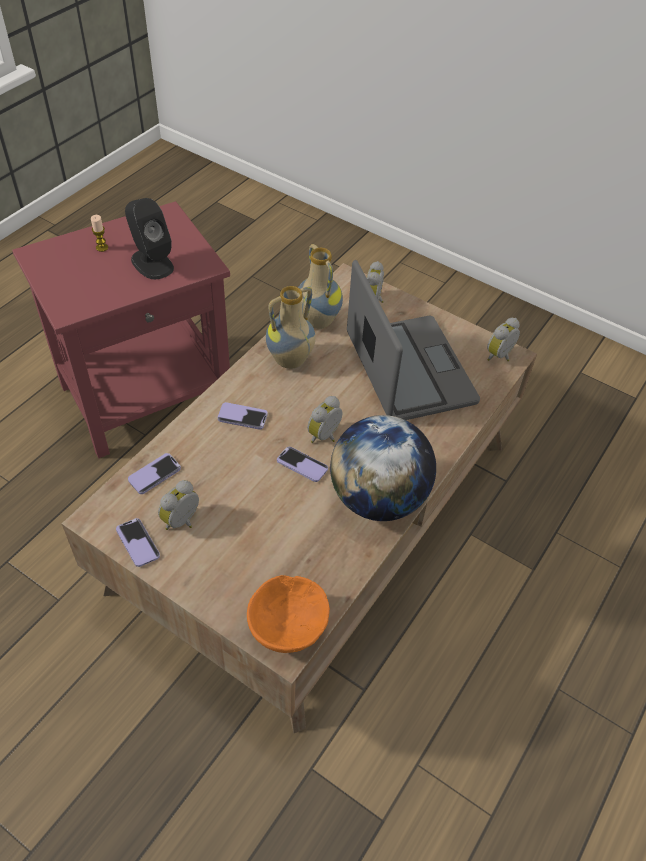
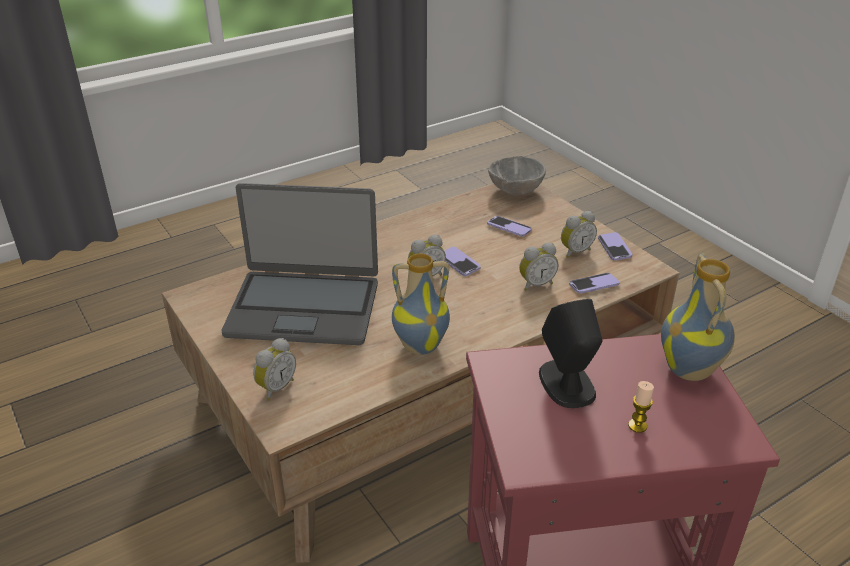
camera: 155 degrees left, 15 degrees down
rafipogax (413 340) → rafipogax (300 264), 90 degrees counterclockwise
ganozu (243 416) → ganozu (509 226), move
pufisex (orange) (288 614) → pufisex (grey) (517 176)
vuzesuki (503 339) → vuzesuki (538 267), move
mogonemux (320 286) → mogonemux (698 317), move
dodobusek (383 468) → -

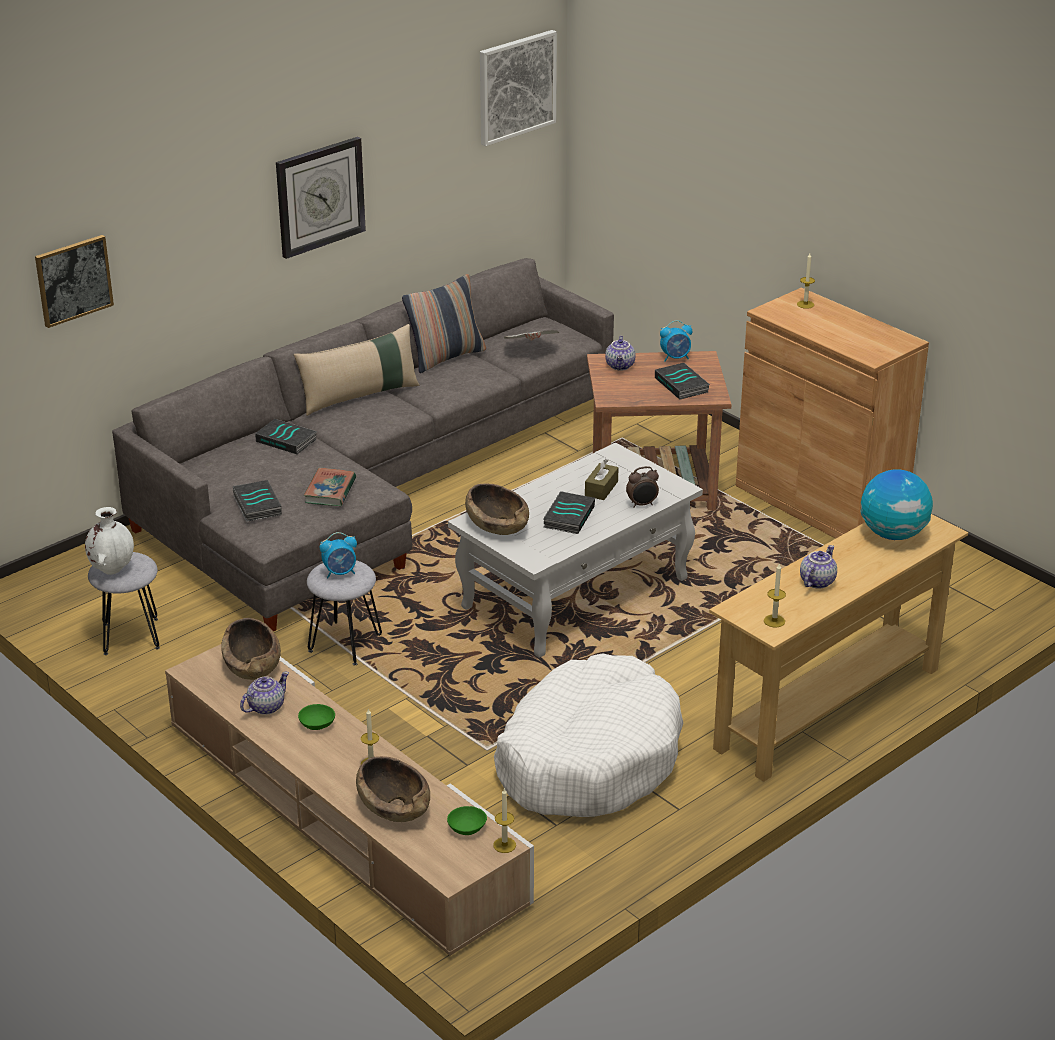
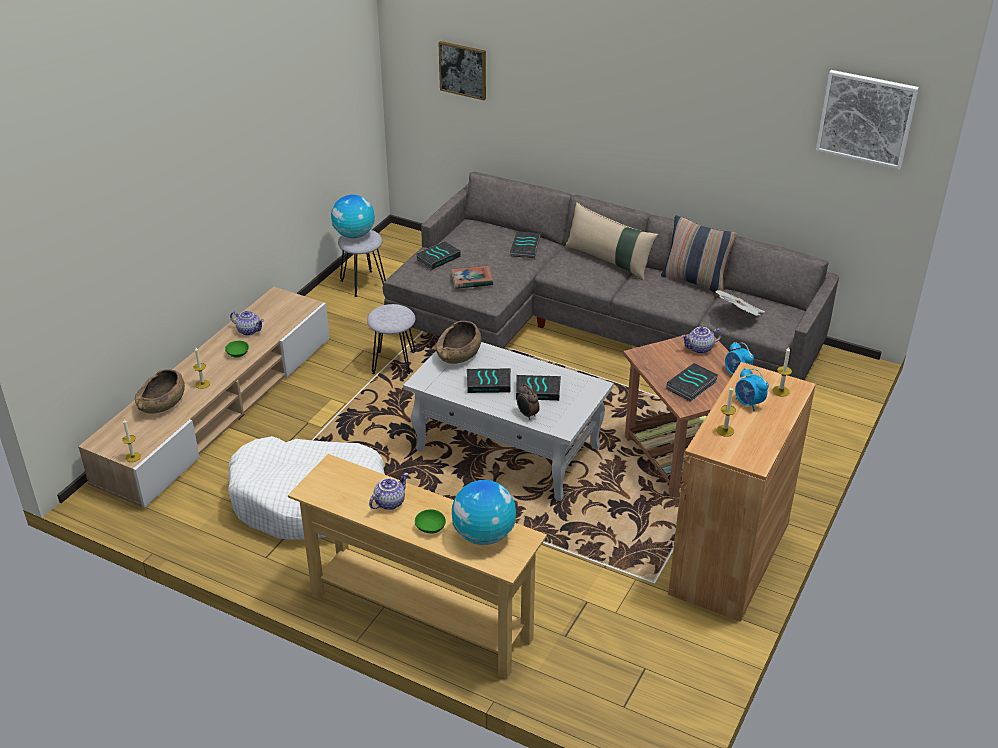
camera: 70 degrees right, 5 degrees up
mogonemux (white) (109 541) → dodobusek (353 216)
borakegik (818 567) → borakegik (388 491), 60 degrees counterclockwise
pufisex (green) (467 820) → pufisex (green) (430 521), move
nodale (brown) (602 479) → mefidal (538 388)
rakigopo (775 596) → rakigopo (726 411), move
vuzesuki (338 555) → vuzesuki (752 389), move
pufisex (brown) (251 649) → -
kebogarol (321 198) → -

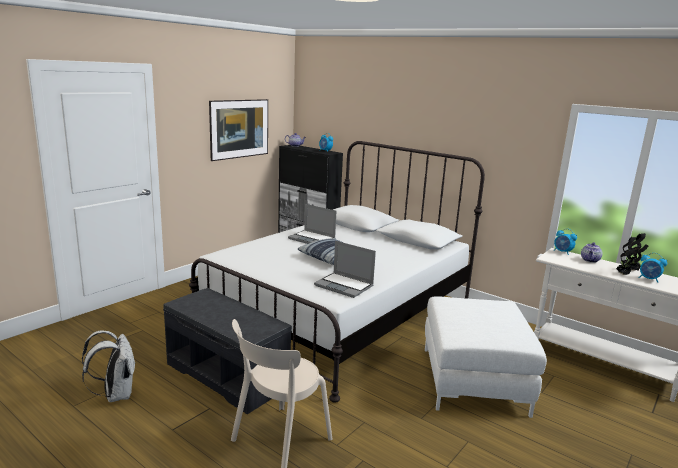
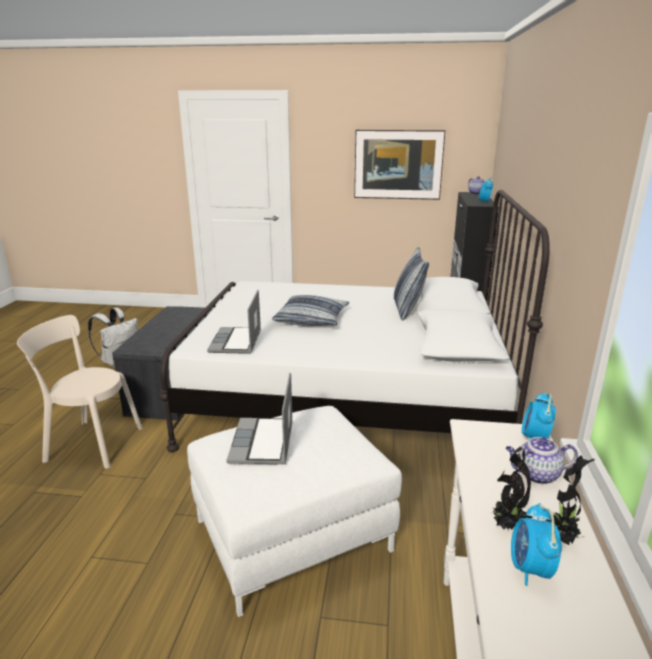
camera: 60 degrees right, 5 degrees up
rafipogax (312 224) → rafipogax (259 418), move
- → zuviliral (411 284)

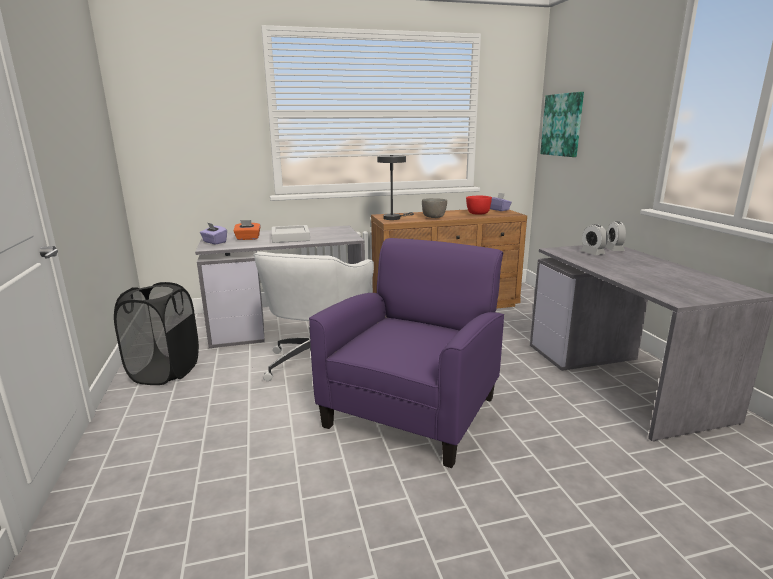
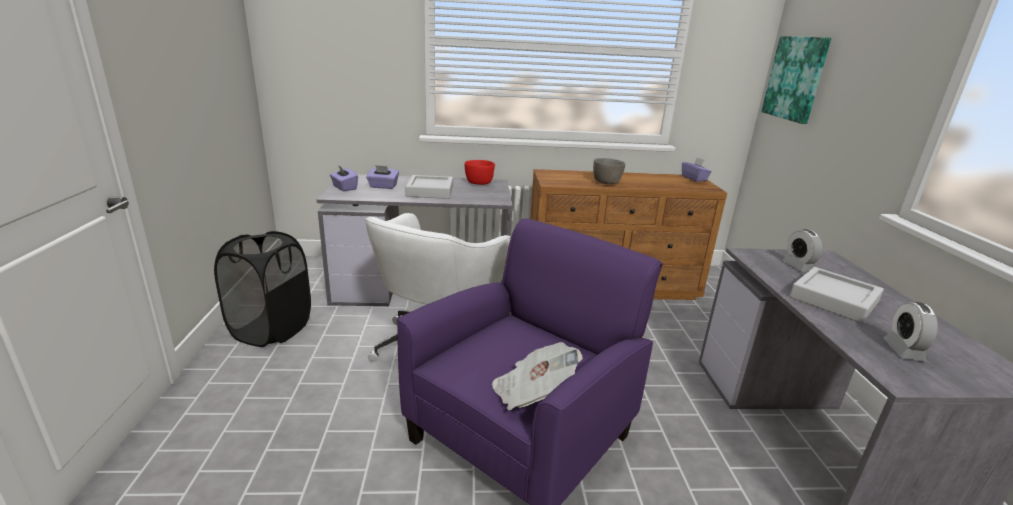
camera: 10 degrees right, 5 degrees up
nodale (orange) (247 230) → nodale (purple) (382 177)
pufisex (red) (479 205) → pufisex (red) (480 172), move
- → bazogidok (537 376)
- → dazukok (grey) (837 295)
vuzesuki (615 236) → vuzesuki (910 331), move
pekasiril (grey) (395 187) → -

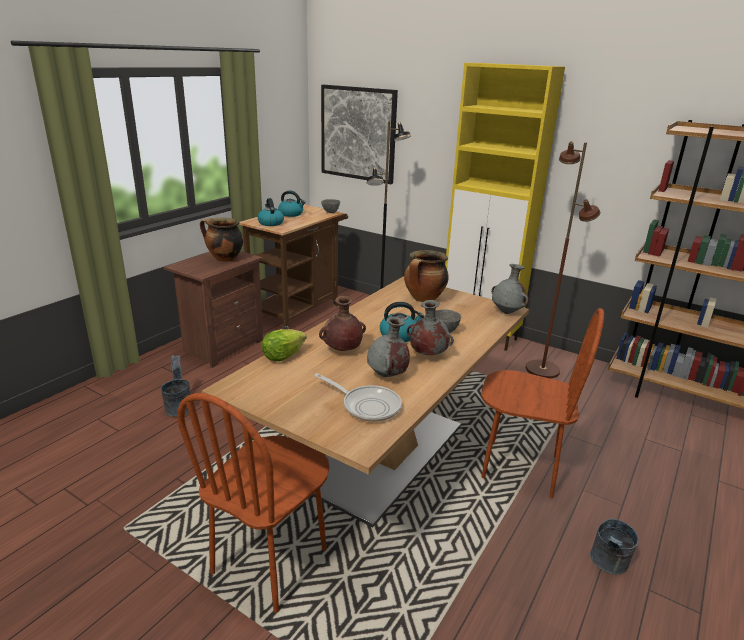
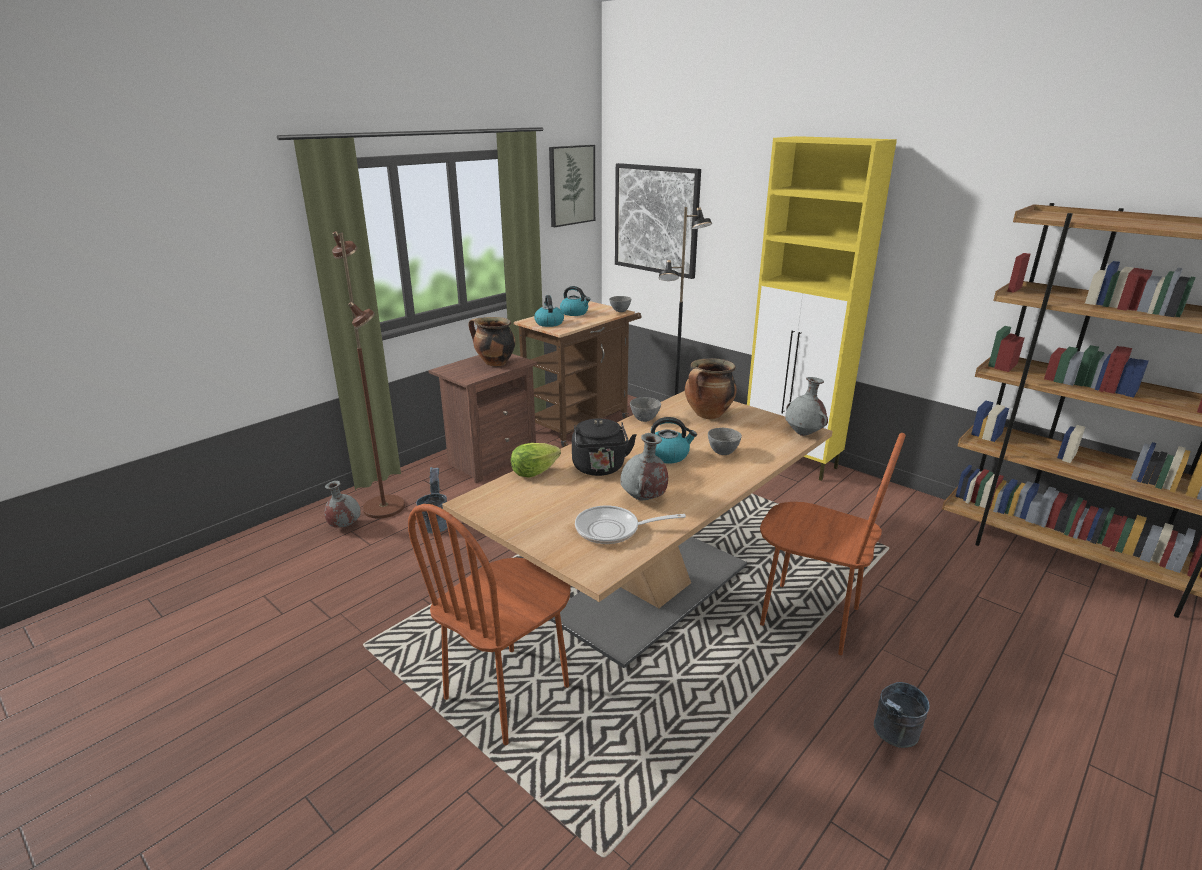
camera: 10 degrees right, 0 degrees up
mogonemux (grey) (430 327) → mogonemux (grey) (342 504), move
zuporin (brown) (563 260) → zuporin (brown) (368 375), move
- → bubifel (572 186)
mogonemux (brown) (342 323) → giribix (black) (604 447)
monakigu (358 397) → monakigu (630 524), 135 degrees clockwise
- → pufisex (grey) (645 409)

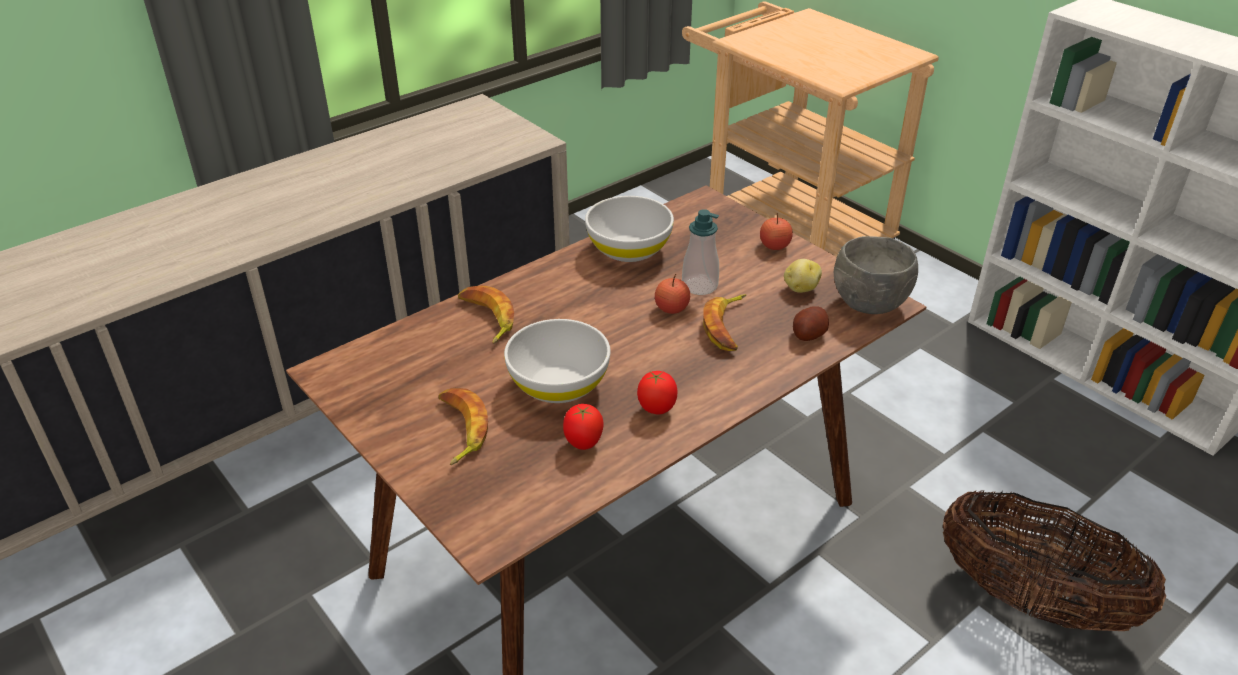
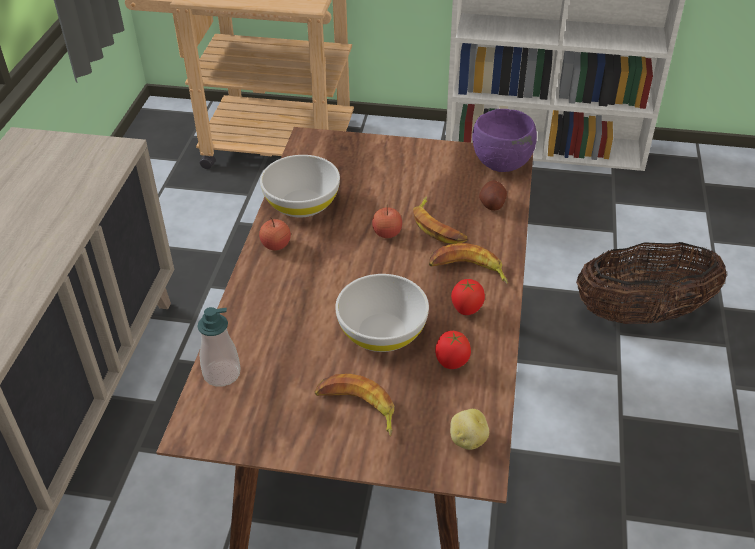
camera: 40 degrees left, 5 degrees up
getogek (700 252) → getogek (219 347), move
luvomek (776 231) → luvomek (275 233), move
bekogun (486 314) → bekogun (468 263), move
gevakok (803 276) → gevakok (469 429), move
pufisex (grey) (876 275) → pufisex (purple) (504 140)

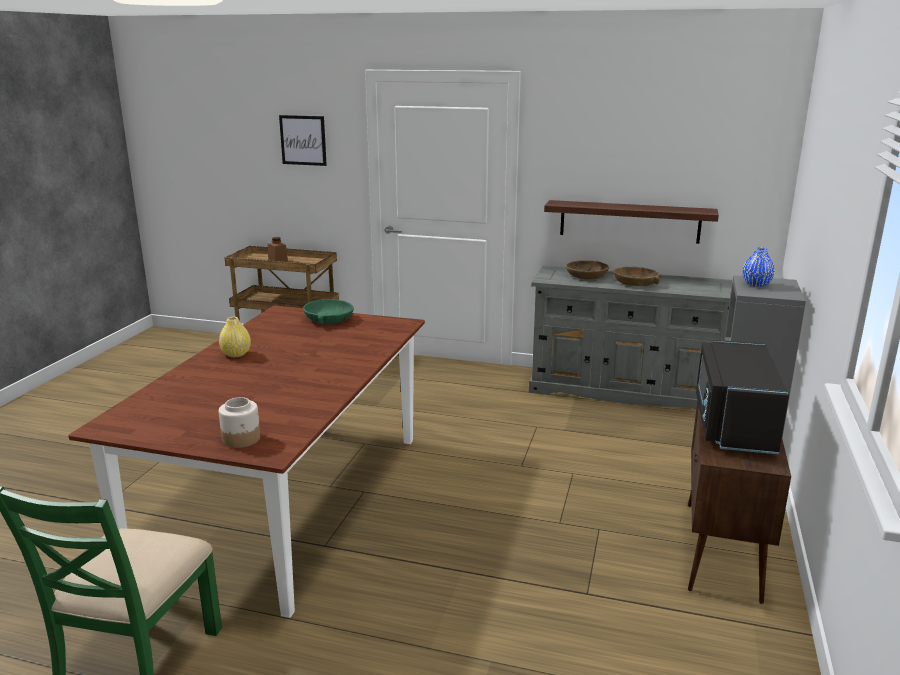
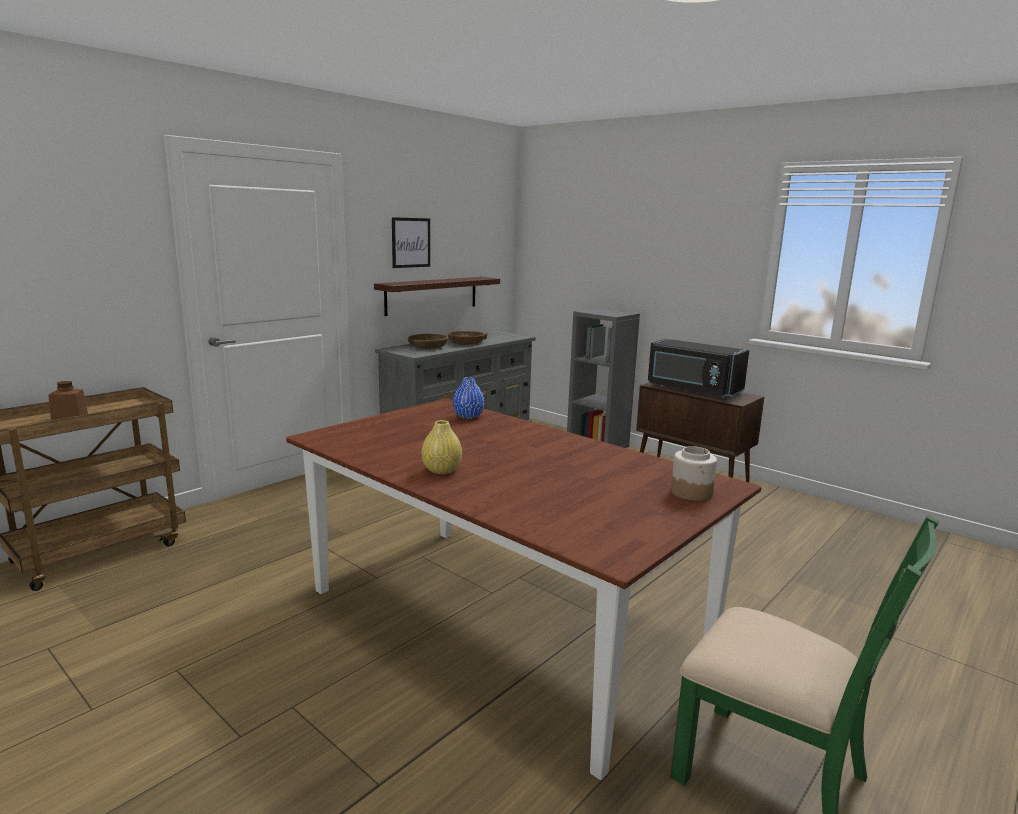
camera: 65 degrees left, 5 degrees down
bubifel (303 140) → bubifel (411 242), move
mogonemux (blue) (758 267) → mogonemux (blue) (469 398), move
pufisex (green) (328 311) → -

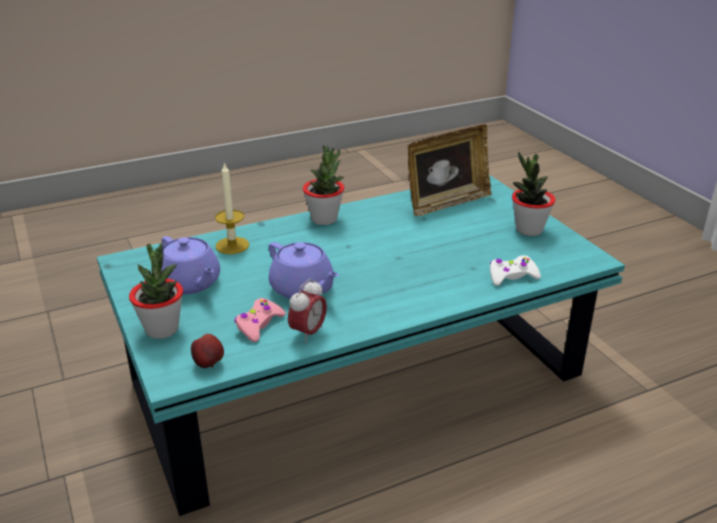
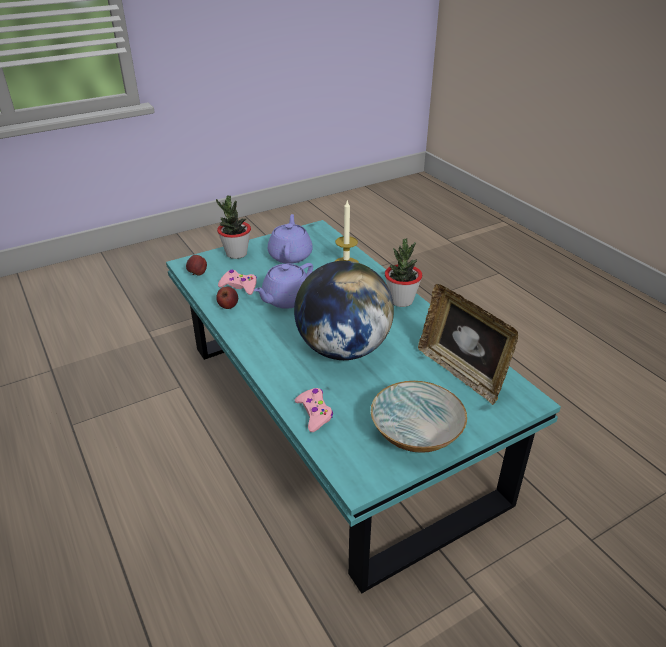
camera: 85 degrees right, 5 degrees up
vuzesuki (307 311) → luvomek (227 297)
borakegik (purple) (190 265) → borakegik (purple) (290 239), 135 degrees clockwise
- → dodobusek (344 310)
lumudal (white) (515 270) → lumudal (pink) (314 410)
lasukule (533 194) → pufisex (419 417)

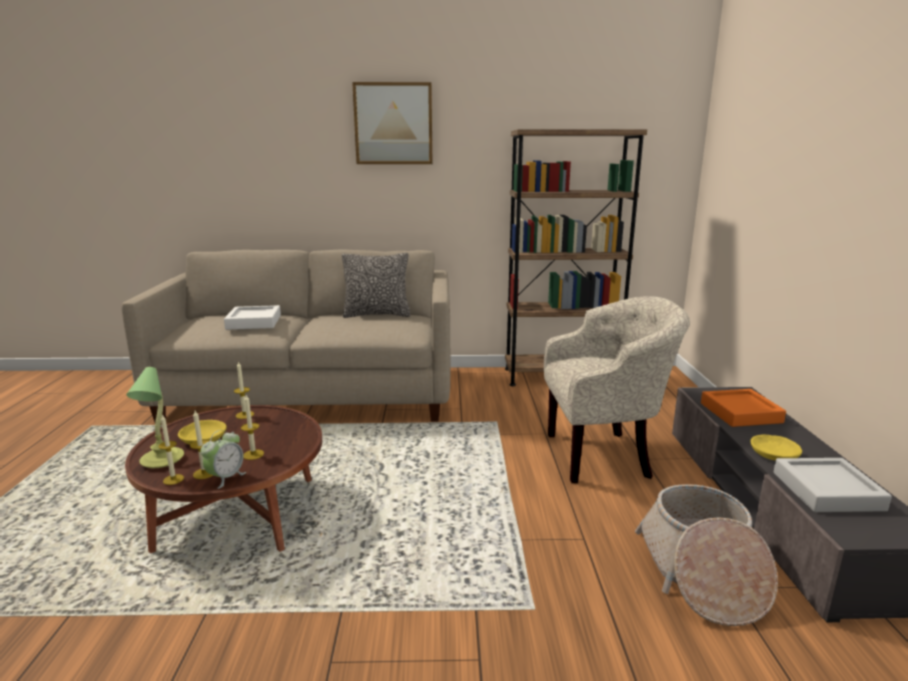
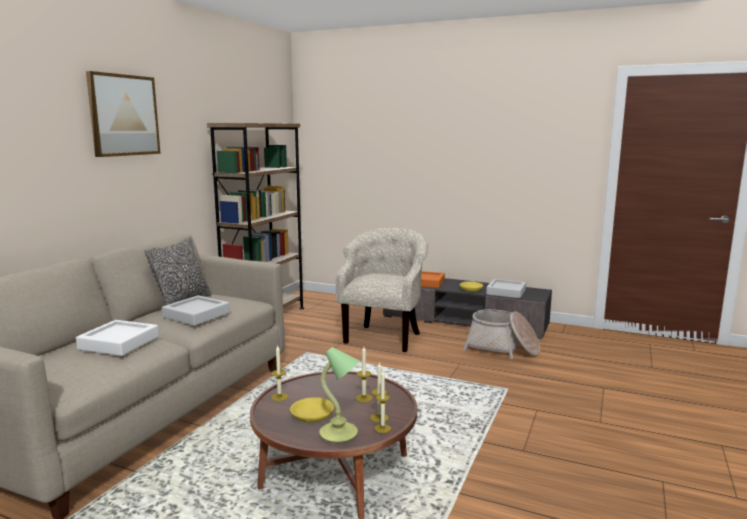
camera: 65 degrees left, 5 degrees down
- → dazukok (grey) (196 310)
vuzesuki (223 459) → -

